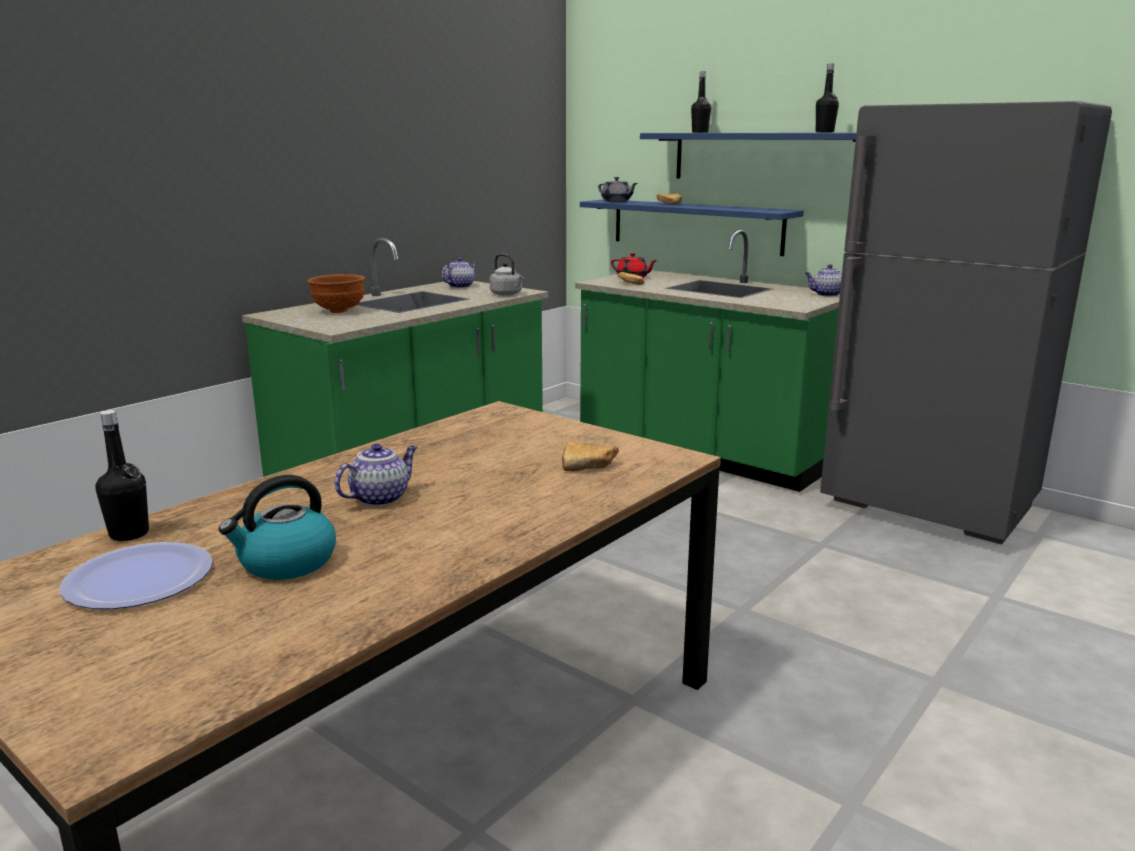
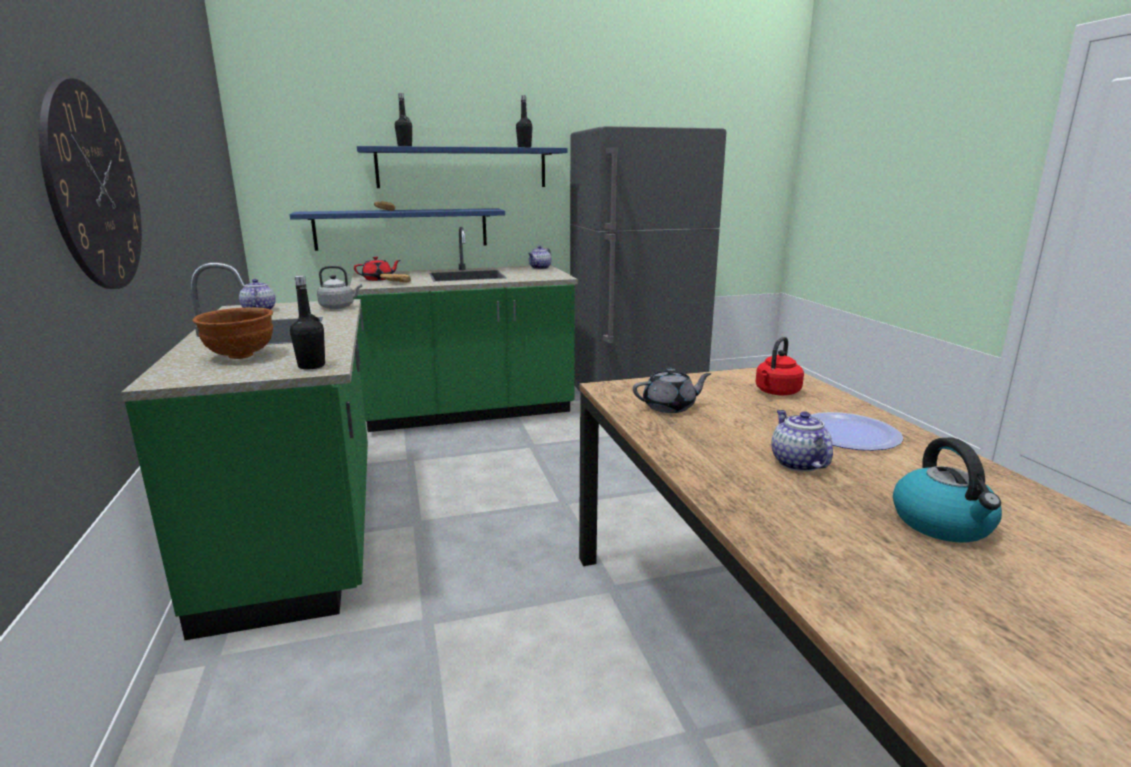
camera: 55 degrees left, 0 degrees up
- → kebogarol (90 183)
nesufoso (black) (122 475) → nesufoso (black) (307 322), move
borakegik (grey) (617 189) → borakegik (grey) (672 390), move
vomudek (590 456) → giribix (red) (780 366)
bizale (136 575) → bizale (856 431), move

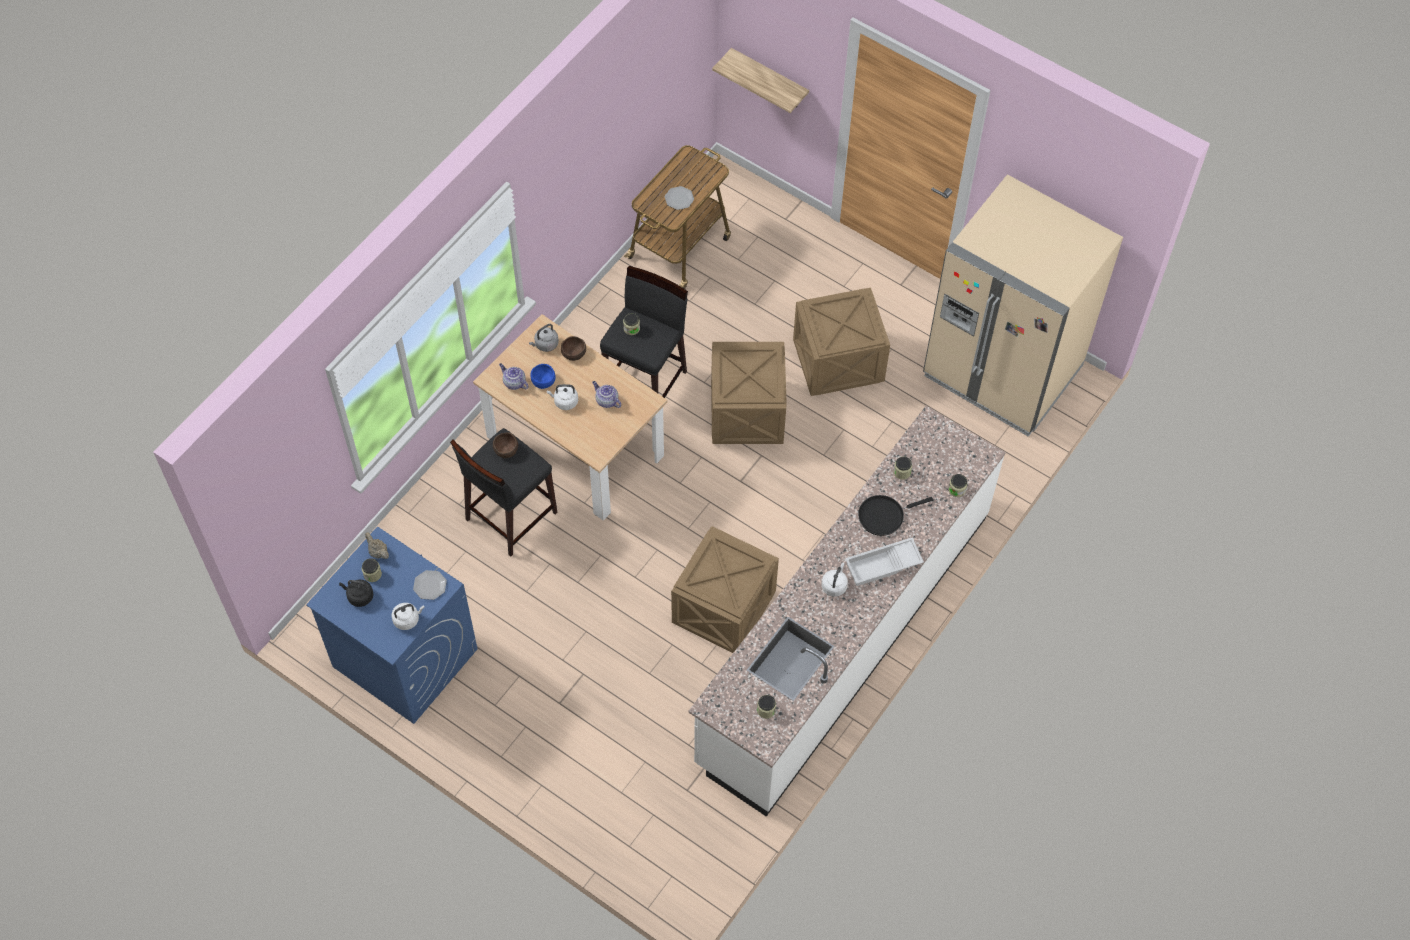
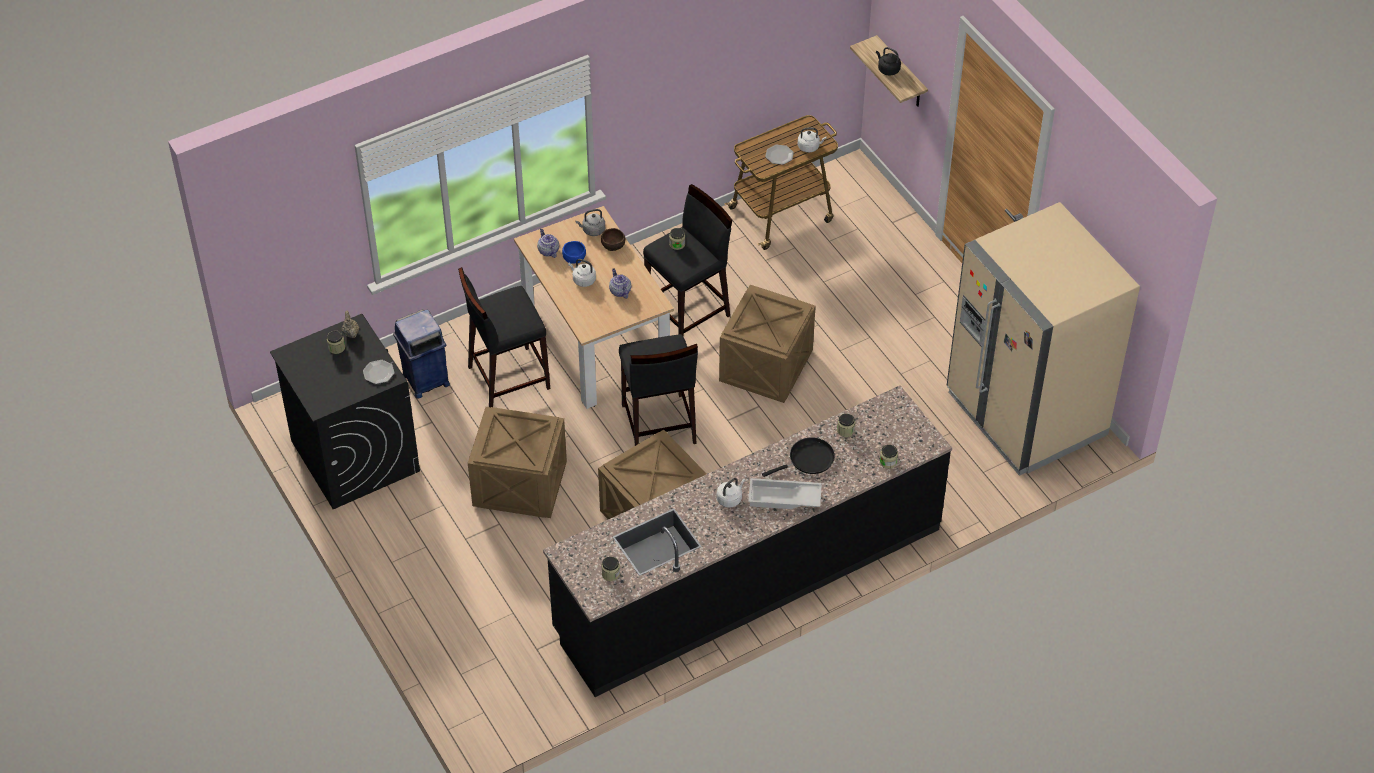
camera: 25 degrees right, 10 degrees down
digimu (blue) (392 625) → digimu (black) (345 411)
- → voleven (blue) (421 353)
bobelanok (841 342) → bobelanok (517 462), move
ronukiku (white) (847 611) → ronukiku (black) (747 541)
- → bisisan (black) (658 390)
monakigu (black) (895 515) → monakigu (black) (798 457), 150 degrees clockwise
giribix (white) (408 616) → giribix (white) (812 140), move
giribix (black) (356 593) → giribix (black) (888 61), move
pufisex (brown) (505 445) → -

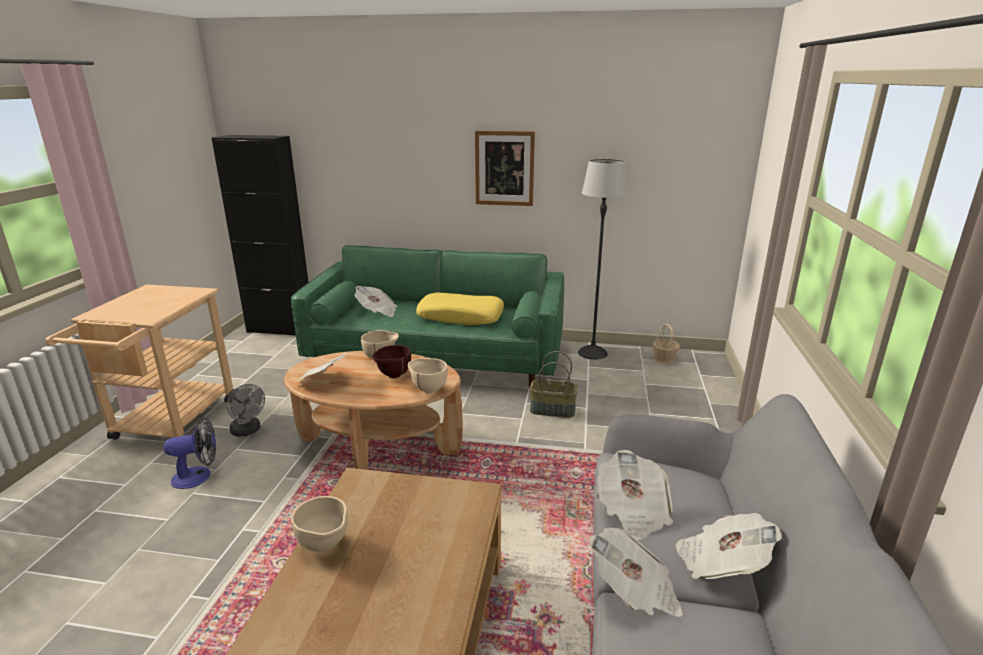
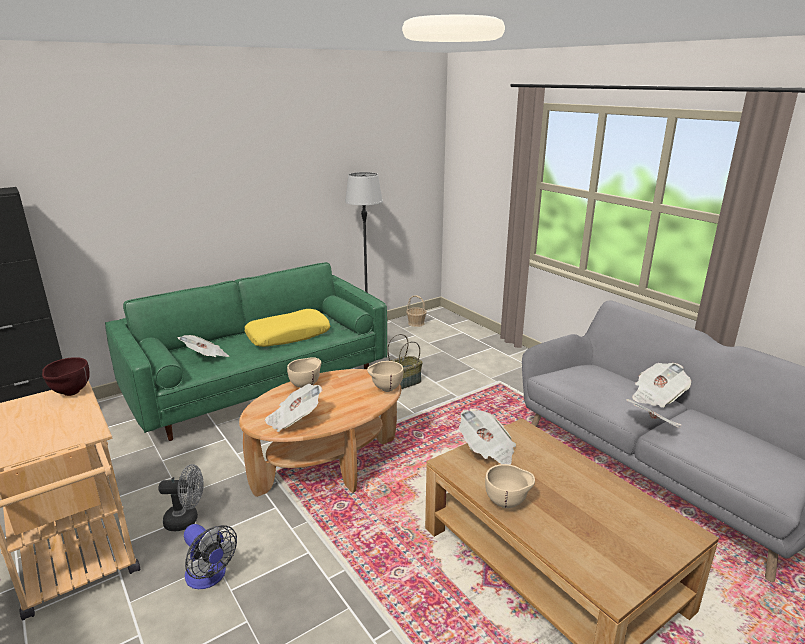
camera: 45 degrees left, 0 degrees up
pufisex (brown) (391 361) → pufisex (brown) (66 376), move
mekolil (190 453) → mekolil (210 556), 105 degrees clockwise
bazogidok (634 495) → bazogidok (487 437), move
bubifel (505 168) → -

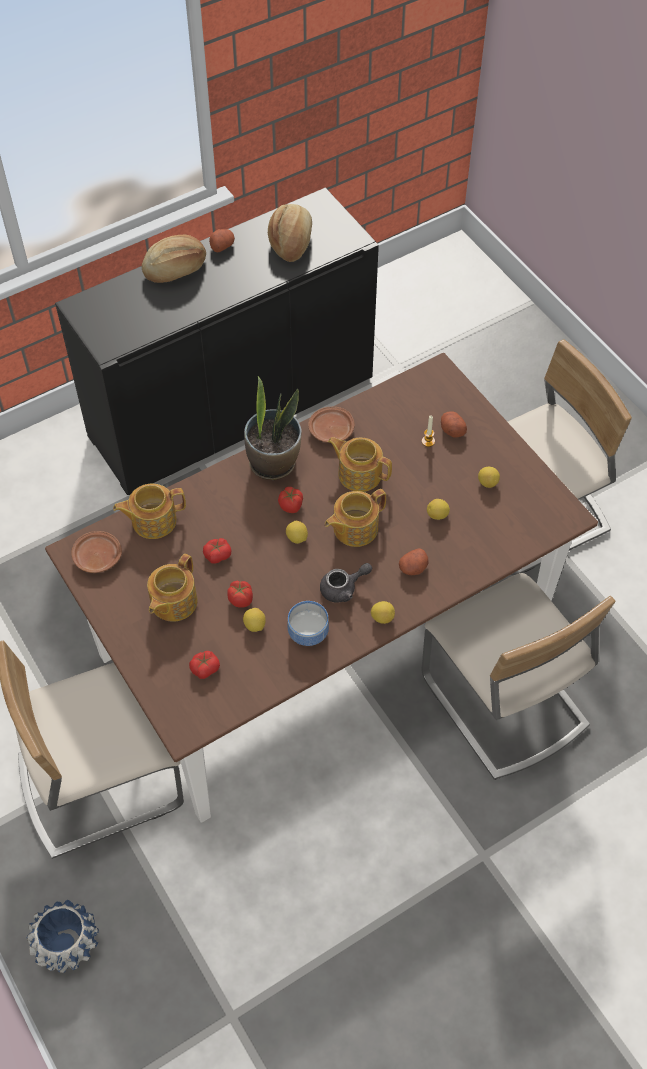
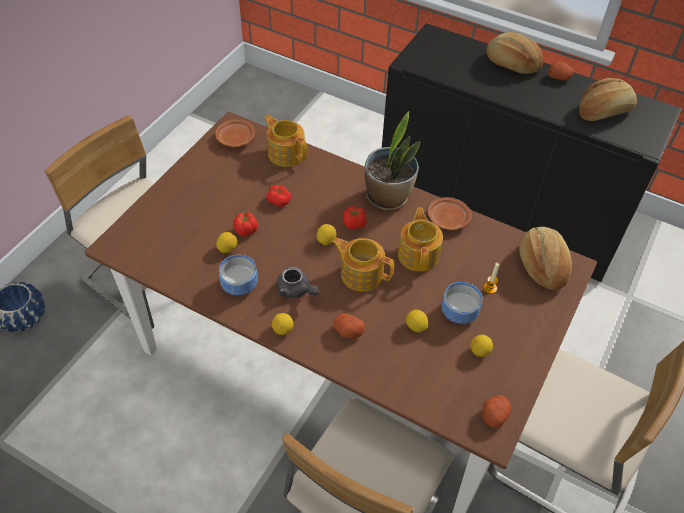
camera: 60 degrees right, 5 degrees down
- → pufisex (461 303)
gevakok (454 424) → gevakok (497 411), move
- → vomudek (545 259)
borakegik (172 588) → -
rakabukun (204 665) → -

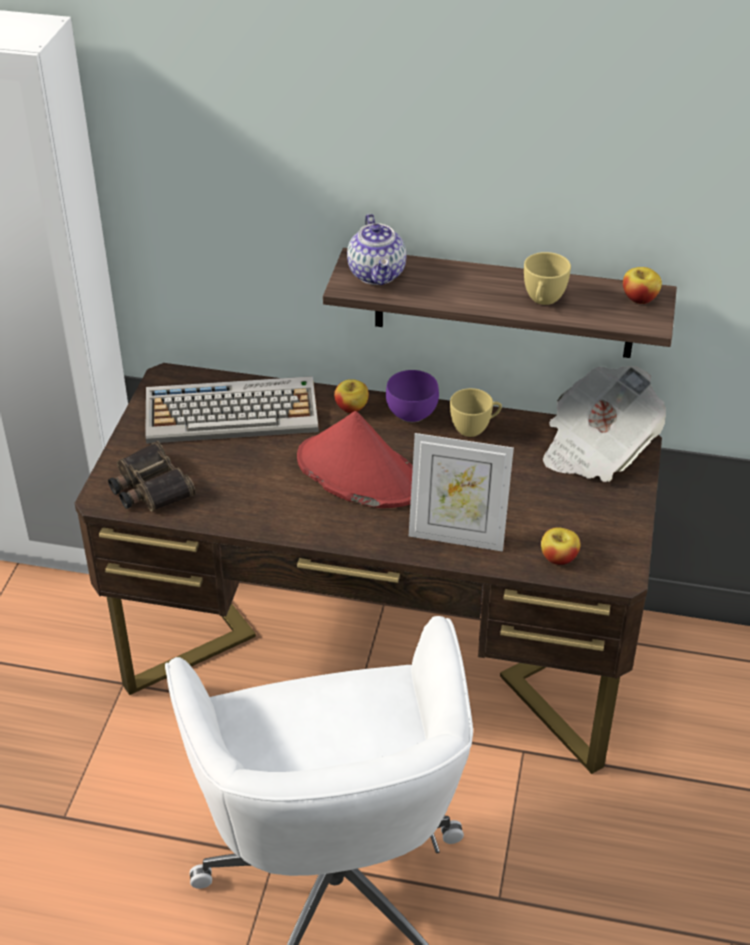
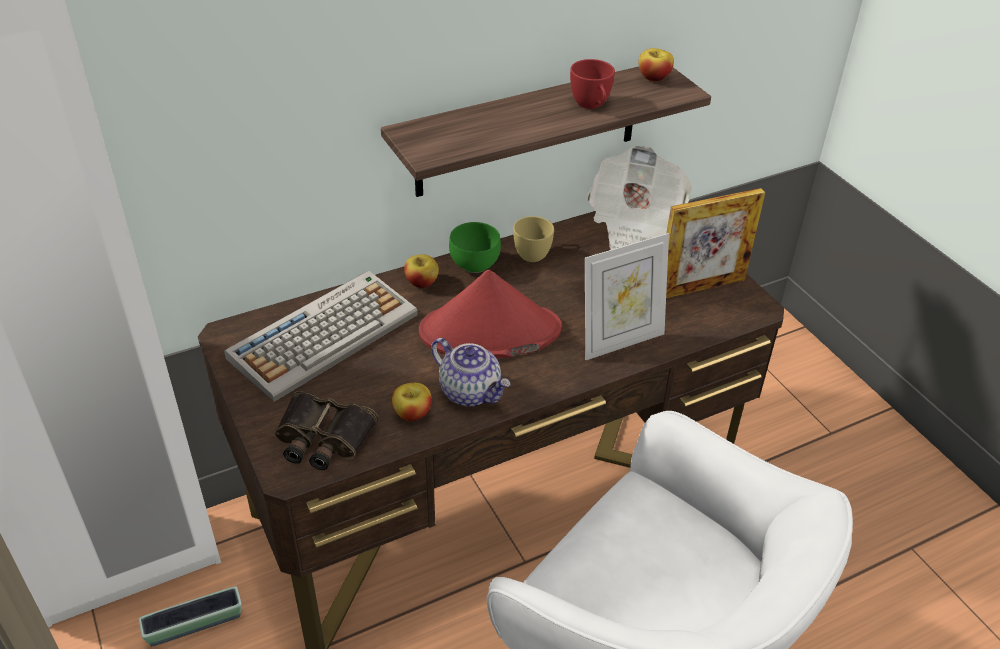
camera: 40 degrees left, 0 degrees up
- → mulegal (190 616)
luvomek (560 546) → luvomek (412 402), move
borakegik (376 249) → borakegik (470 372), move
pufisex (purple) (412 396) → pufisex (green) (475 247)
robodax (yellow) (547 278) → robodax (red) (592 84)
- → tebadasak (715 243)

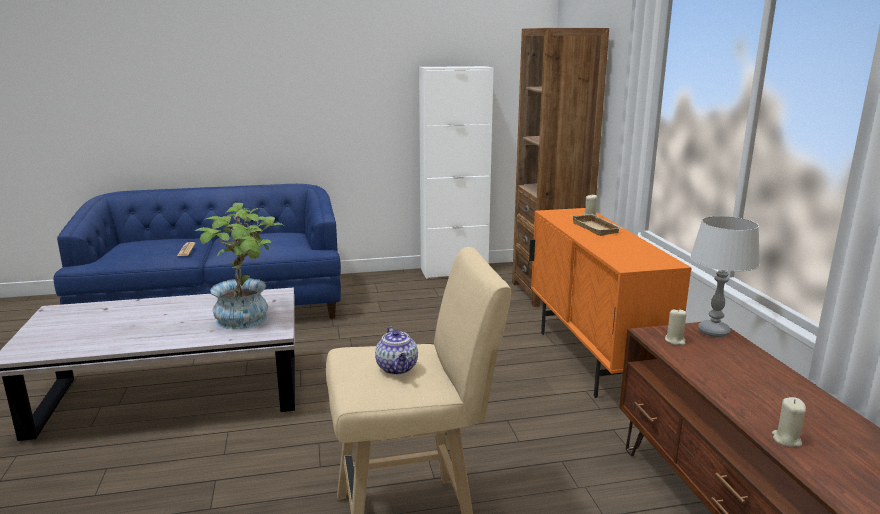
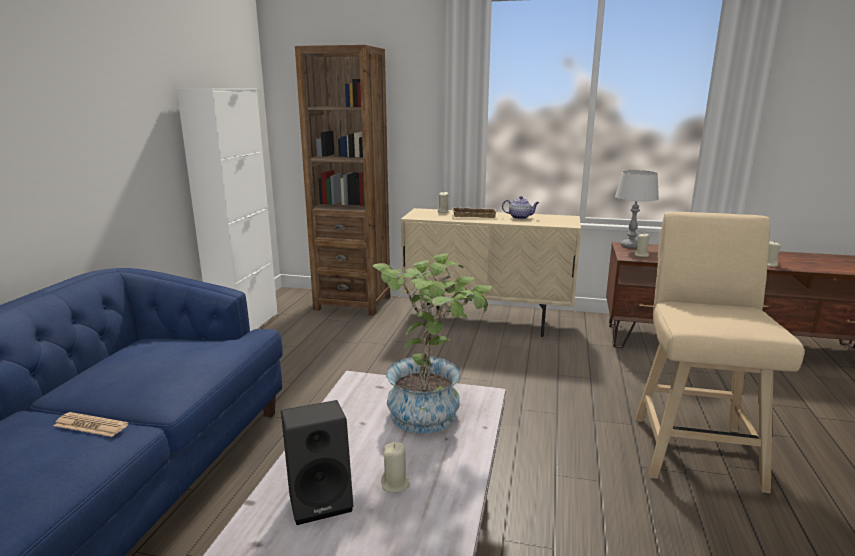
camera: 65 degrees left, 0 degrees up
- → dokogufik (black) (317 462)
- → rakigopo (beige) (395 467)
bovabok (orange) (610 303) → bovabok (beige) (491 272)
borakegik (396 351) → borakegik (520 207), move

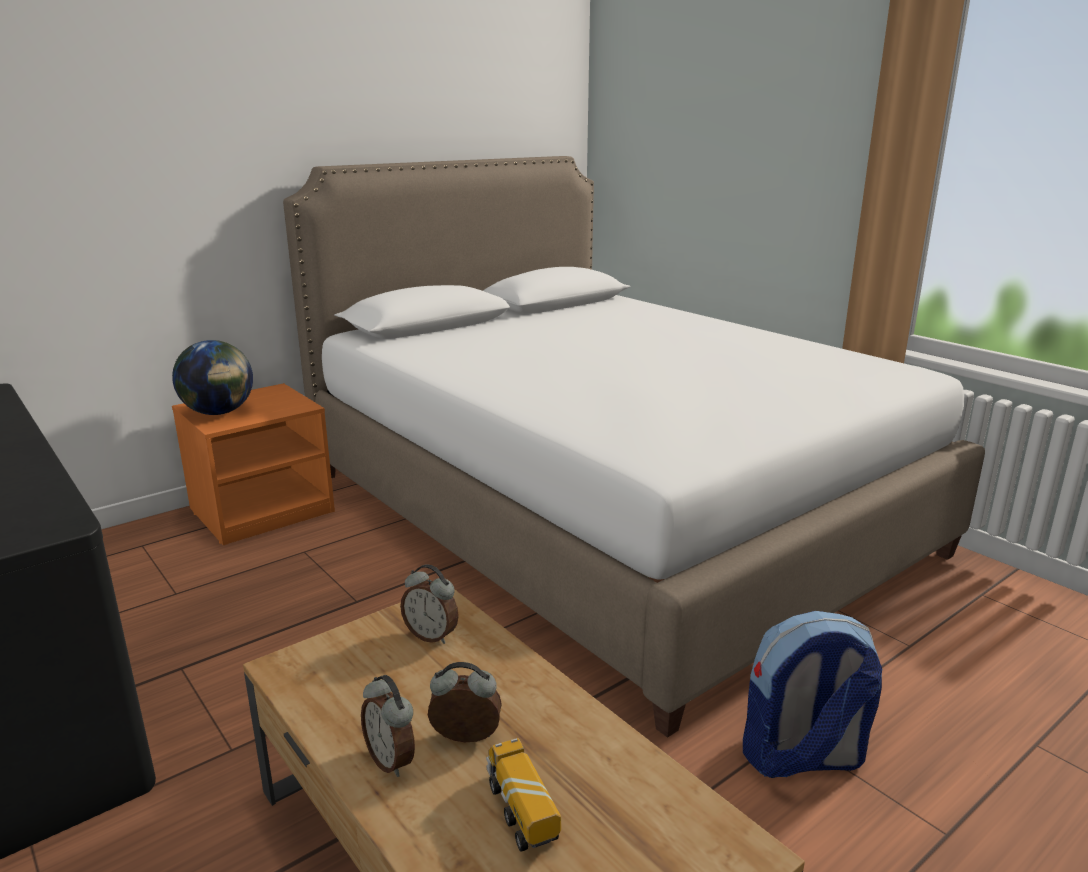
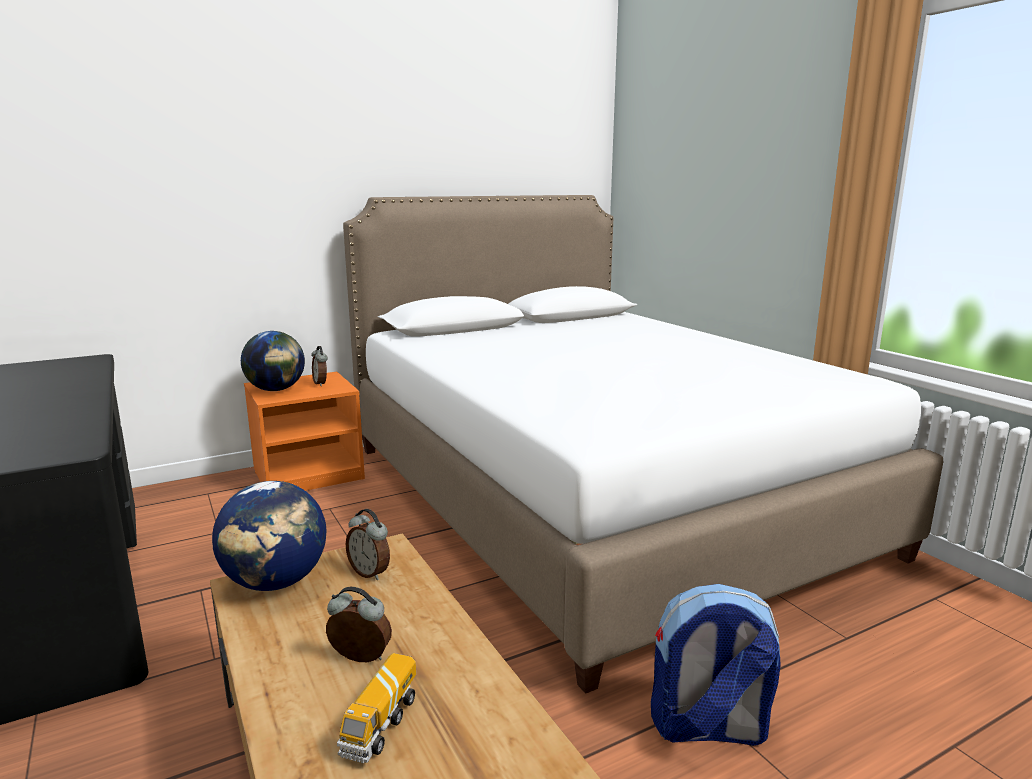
camera: 10 degrees right, 5 degrees down
- → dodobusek (269 536)
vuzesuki (388 726) → vuzesuki (319 366), move
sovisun (523 795) → sovisun (376 708), 150 degrees counterclockwise

